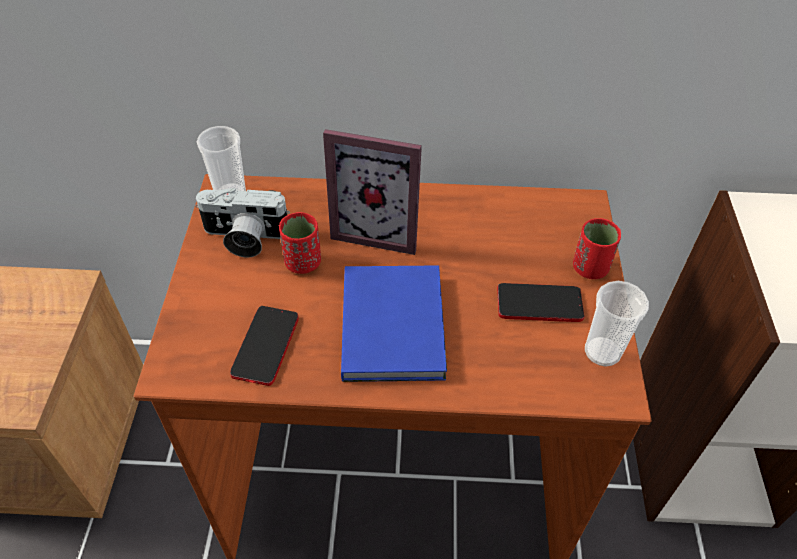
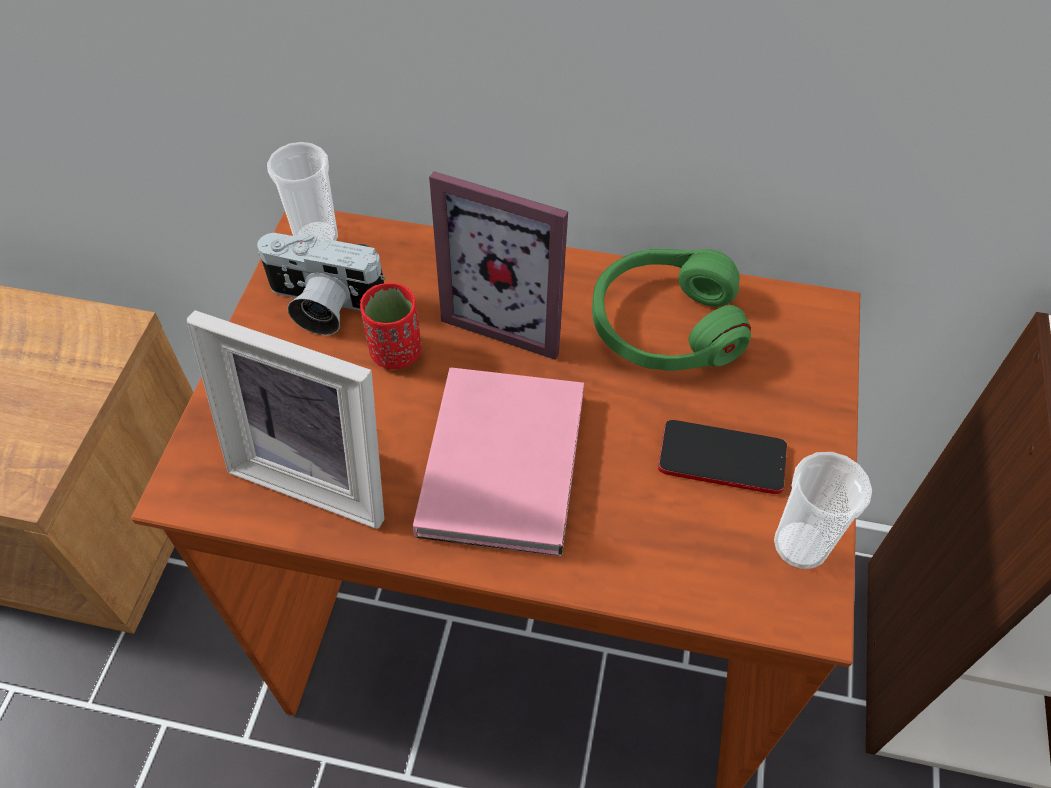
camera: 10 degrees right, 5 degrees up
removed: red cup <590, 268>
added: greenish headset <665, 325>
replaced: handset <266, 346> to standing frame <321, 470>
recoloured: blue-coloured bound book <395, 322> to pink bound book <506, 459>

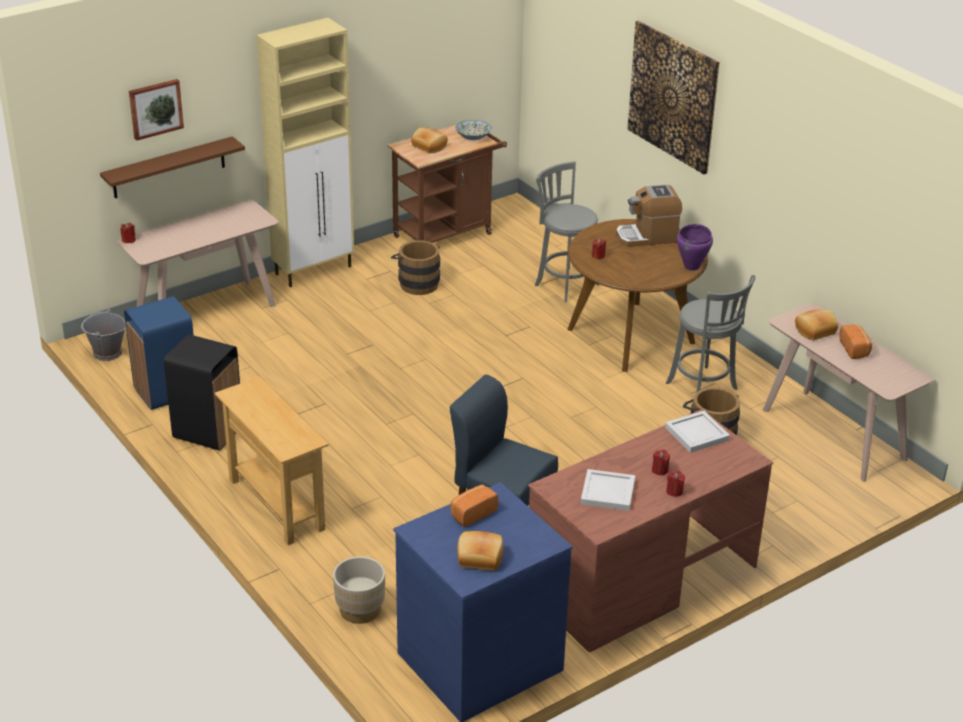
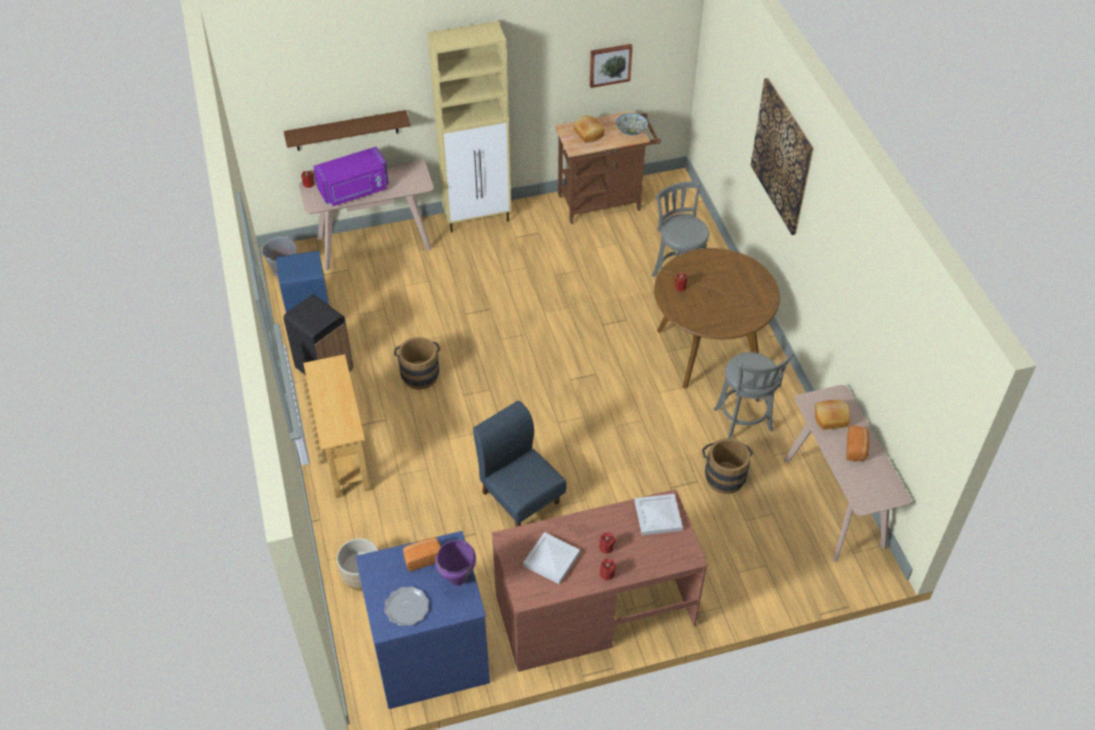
camera: 20 degrees right, 15 degrees up
removed: coffee brewer <647, 237>
added: purple microwave <354, 191>
moved: wall art <155, 108> to <610, 64>; brown-coloured water bucket <417, 283> to <419, 373>; purple saucepot <692, 266> to <458, 578>
replaced: bread <479, 558> to flat dish <406, 607>

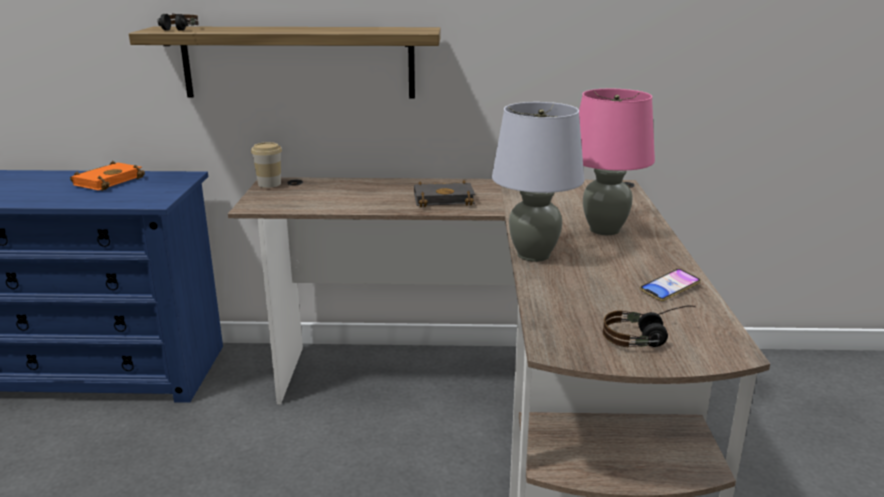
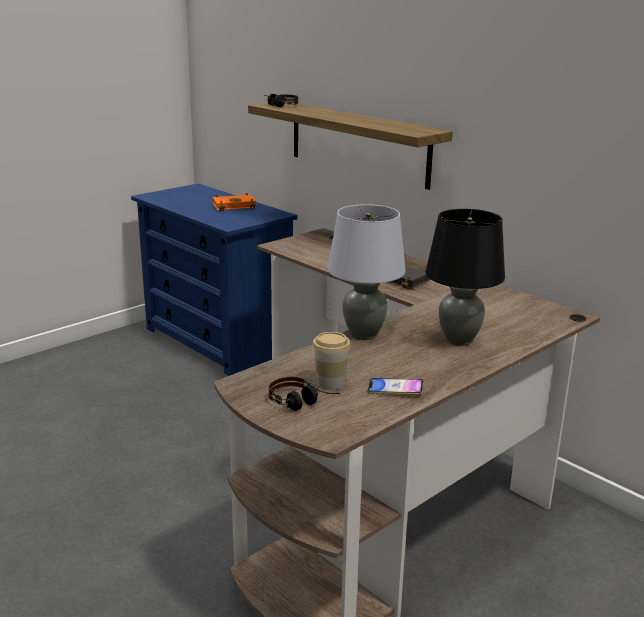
camera: 45 degrees right, 0 degrees up
moved: cup <269, 184> to <330, 383>
recoloured: pink table lamp <604, 230> to blackish table lamp <458, 339>

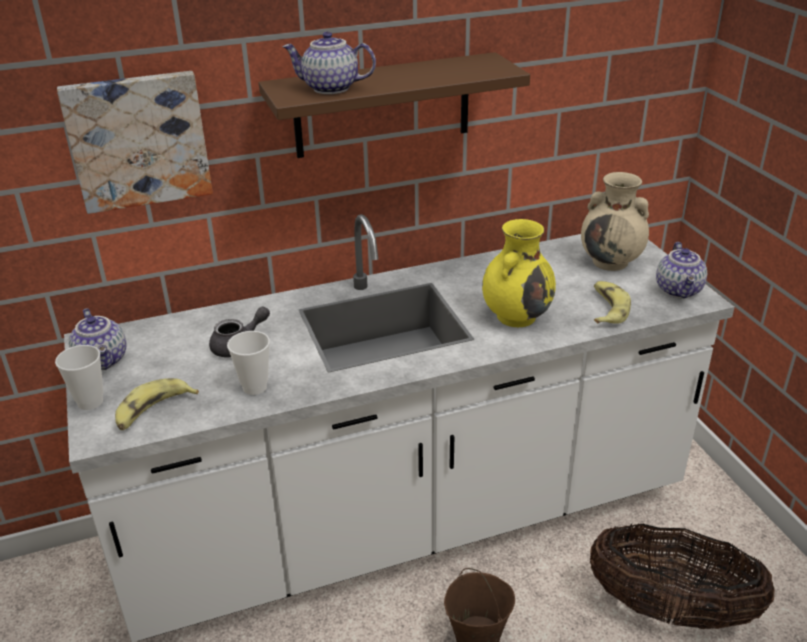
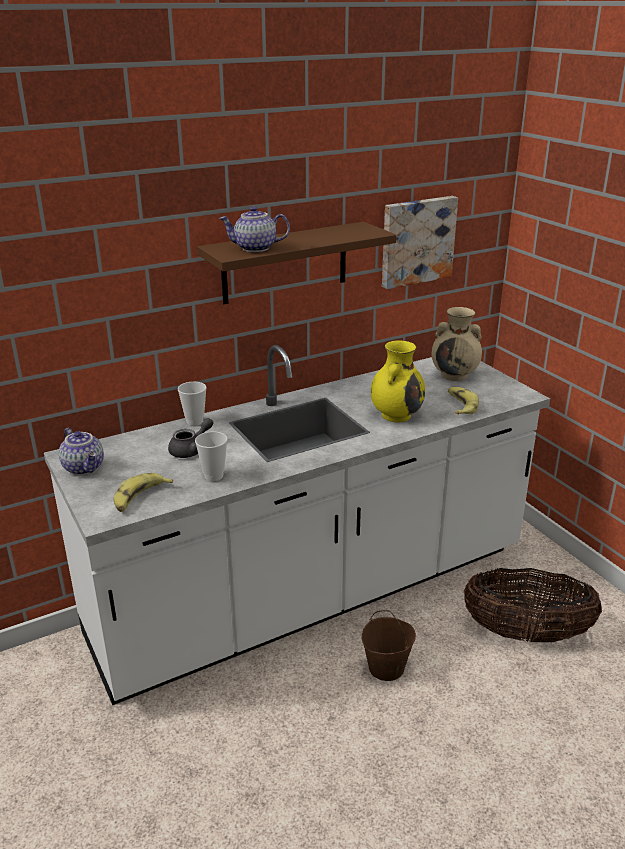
camera: 10 degrees left, 5 degrees down
removed: teapot <679, 290>
moved: cup <90, 402> to <195, 421>; wall art <138, 140> to <416, 241>

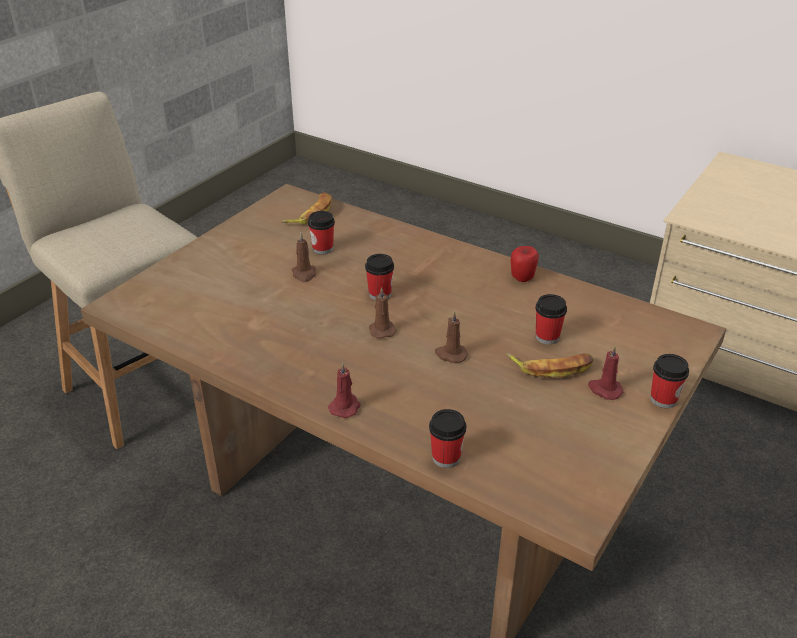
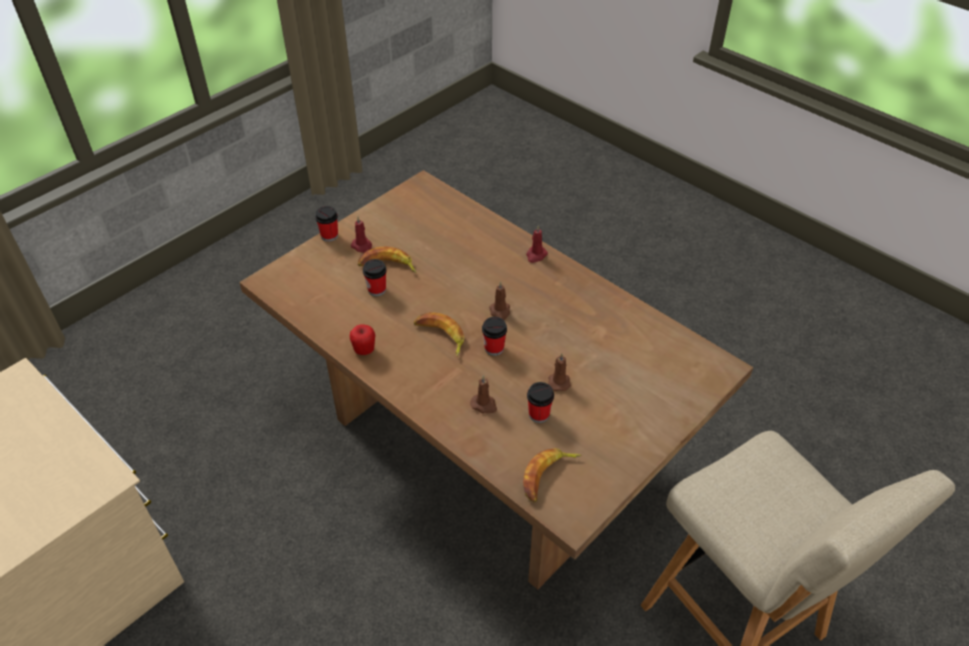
camera: 170 degrees left, 10 degrees up
removed: cup <446, 457>
added: banana <440, 336>
moved: brown-coloured wax light <450, 354> to <484, 405>

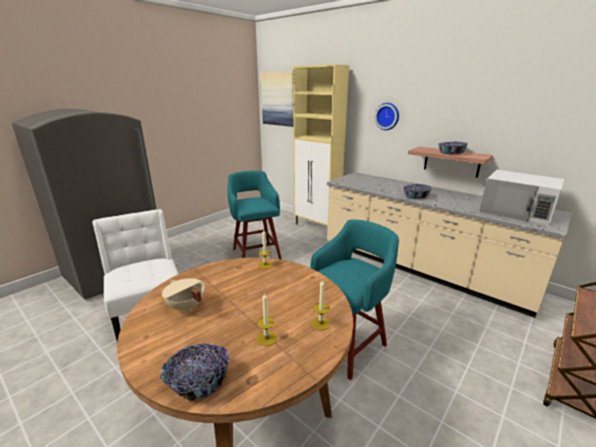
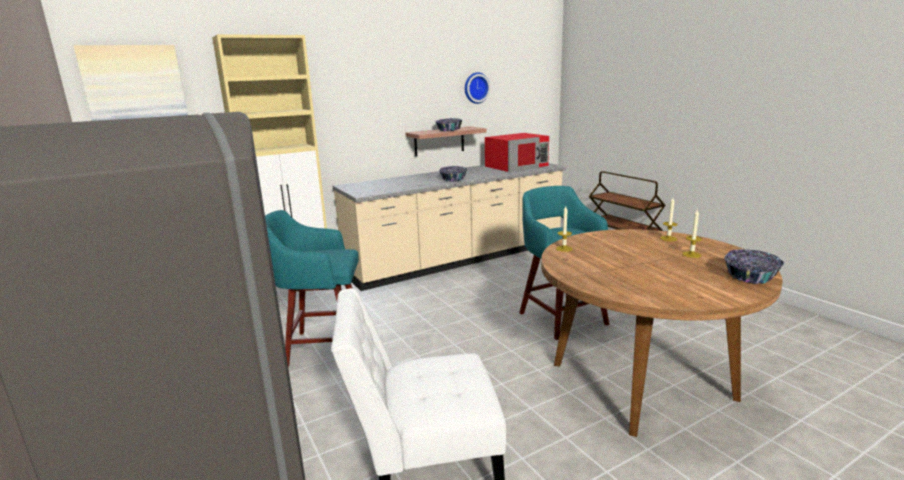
camera: 70 degrees left, 5 degrees down
removed: beige saucepot <186, 307>
moved: wall clock <387, 116> to <475, 88>
recoloured: white-coloured microwave <516, 211> to red microwave <517, 166>

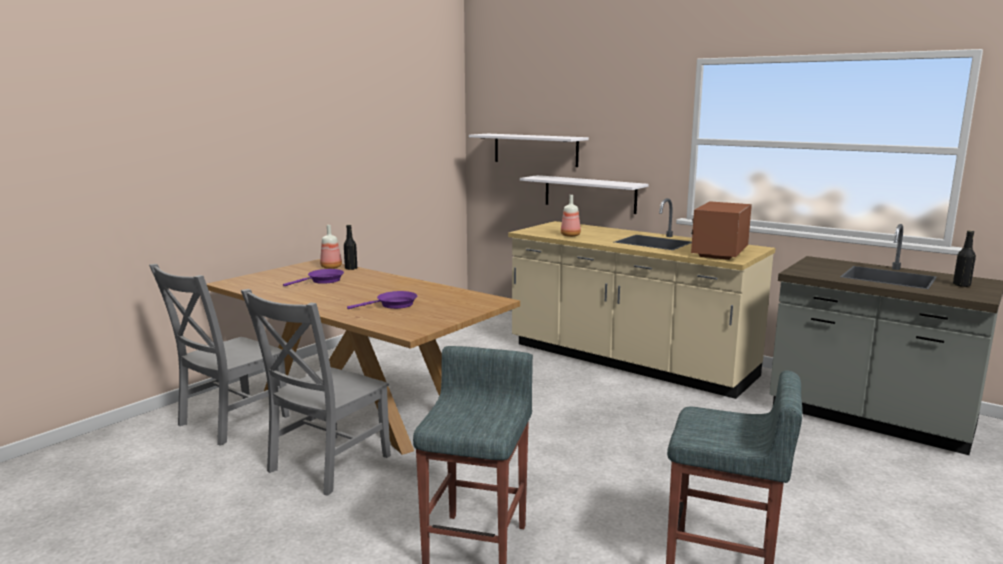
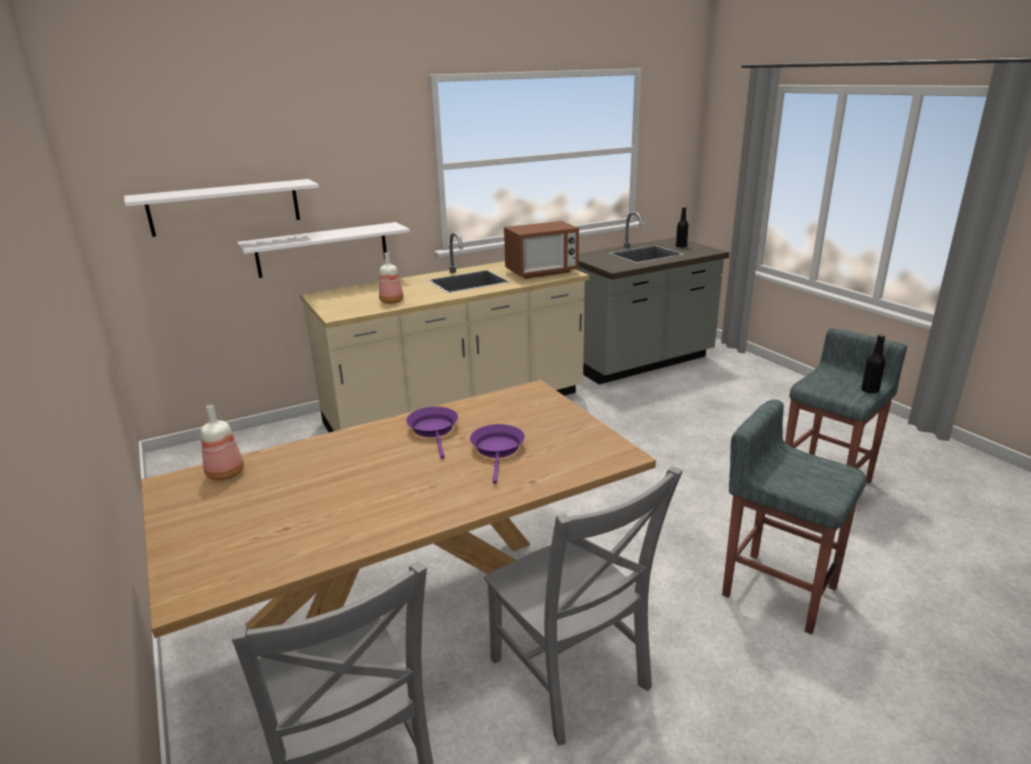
camera: 65 degrees left, 10 degrees up
moved: purple pan <323, 281> to <434, 430>; blackish beverage bottle <351, 268> to <869, 390>
turned: microwave <719, 253> = <541, 272> 75 degrees counterclockwise

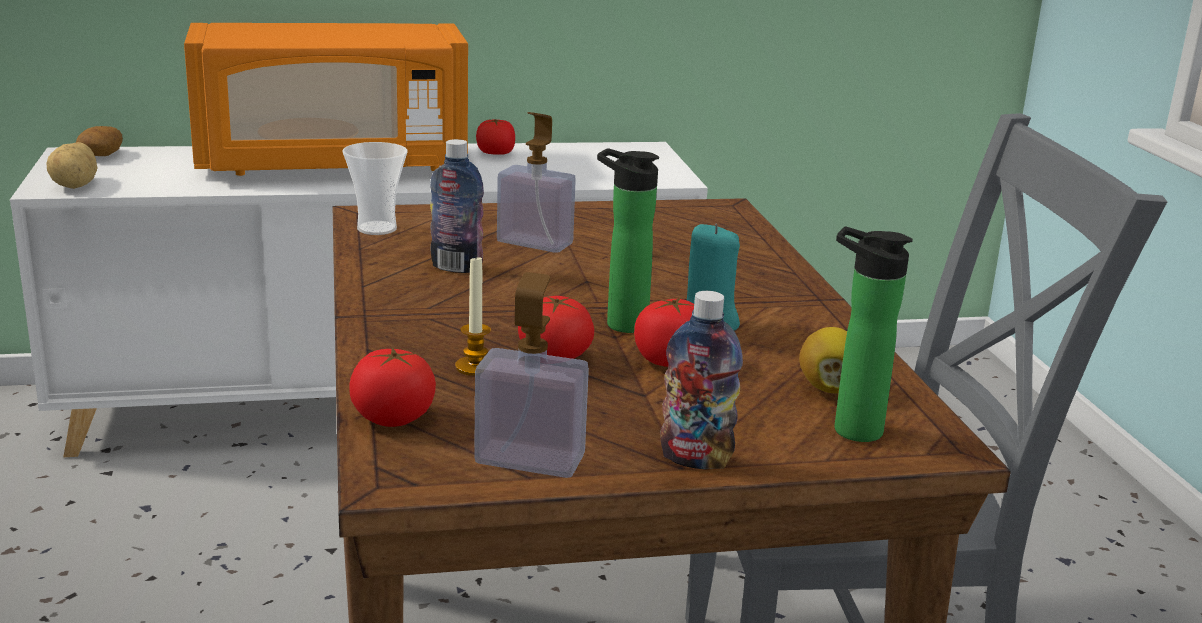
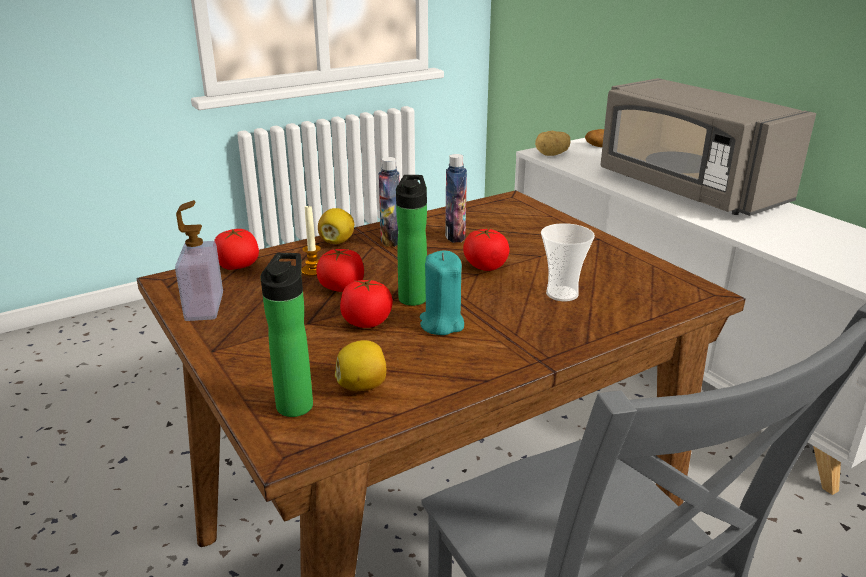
camera: 70 degrees right, 5 degrees up
removed: liquid soap bottle <535, 243>
added: lemon <337, 241>
moved: cup <377, 229> to <562, 294>; fresh tomato <495, 153> to <485, 266>; beverage bottle <695, 459> to <390, 240>
recoloured: orangey microwave <333, 165> to greyish microwave <687, 189>

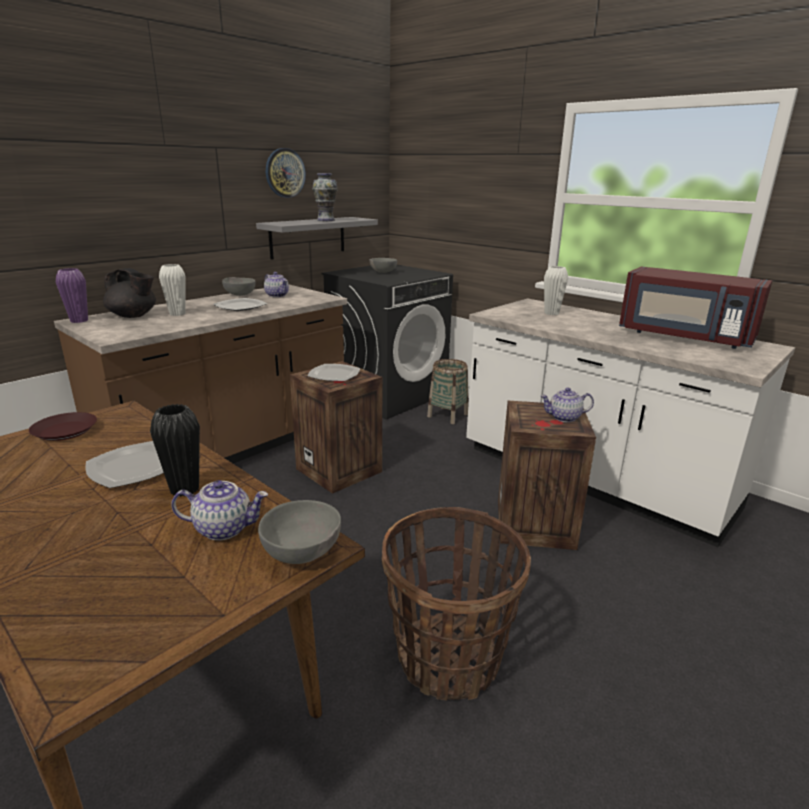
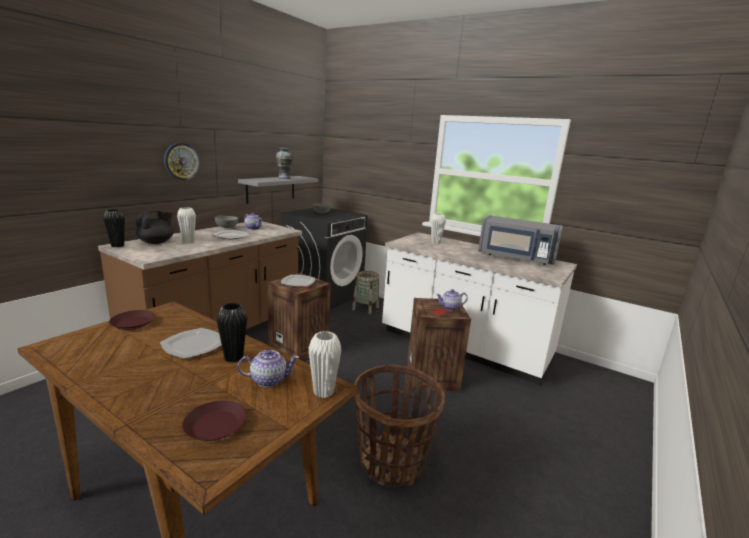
camera: 10 degrees left, 5 degrees down
added: brown-coloured flat dish <216, 425>
moved: wall clock <285, 173> to <181, 161>
replaced: greyish serving bowl <303, 554> to white-coloured vase <323, 392>
recoloured: purple vase <79, 321> to blackish vase <117, 245>; red microwave <684, 337> to greyish microwave <516, 258>
turned: blackish teapot <133, 316> = <156, 242> 75 degrees counterclockwise

